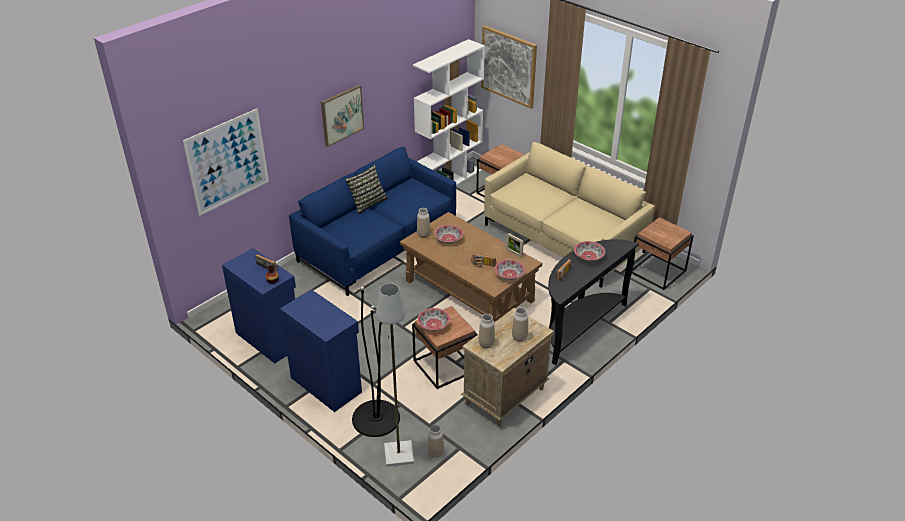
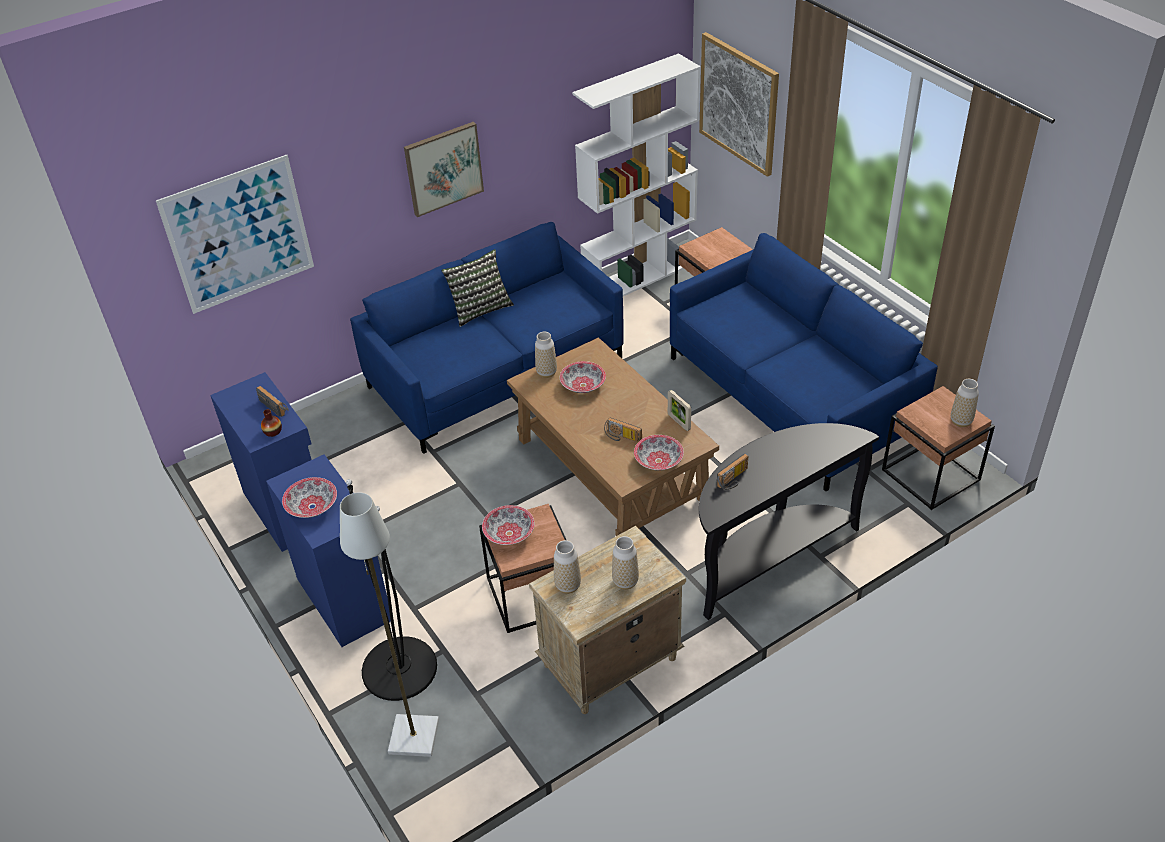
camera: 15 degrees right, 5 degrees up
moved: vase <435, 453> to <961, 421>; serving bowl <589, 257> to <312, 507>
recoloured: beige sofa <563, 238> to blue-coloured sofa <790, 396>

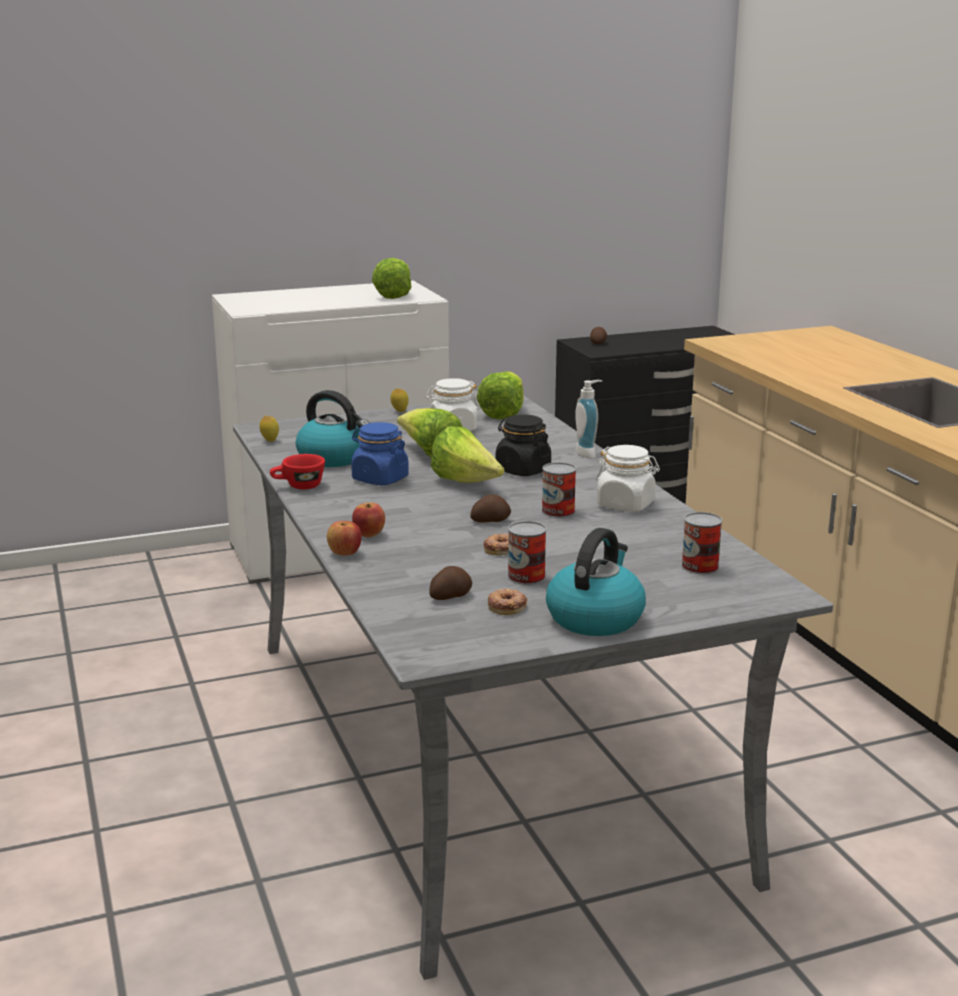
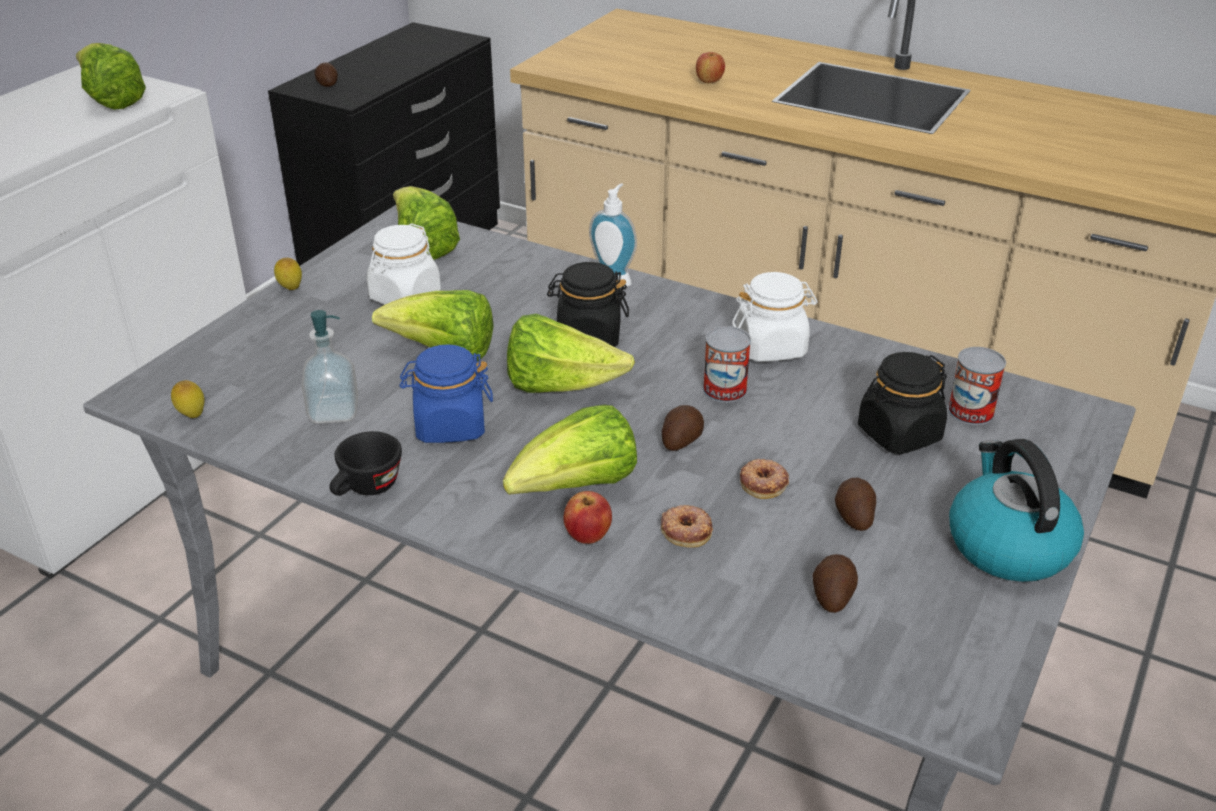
camera: 40 degrees left, 15 degrees up
added: lettuce head <576, 488>; blackish storage jar <898, 434>
moved: apple fruit <345, 553> to <709, 81>; donut <507, 606> to <686, 530>
replaced: kettle <334, 458> to liquid soap bottle <334, 412>; sealed can <526, 577> to whole potato <853, 516>
recoloured: red cup <298, 486> to blackish cup <366, 489>

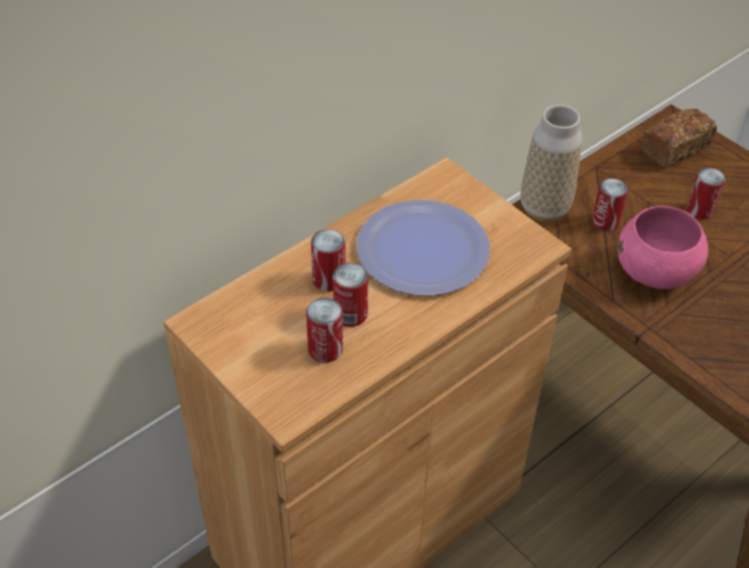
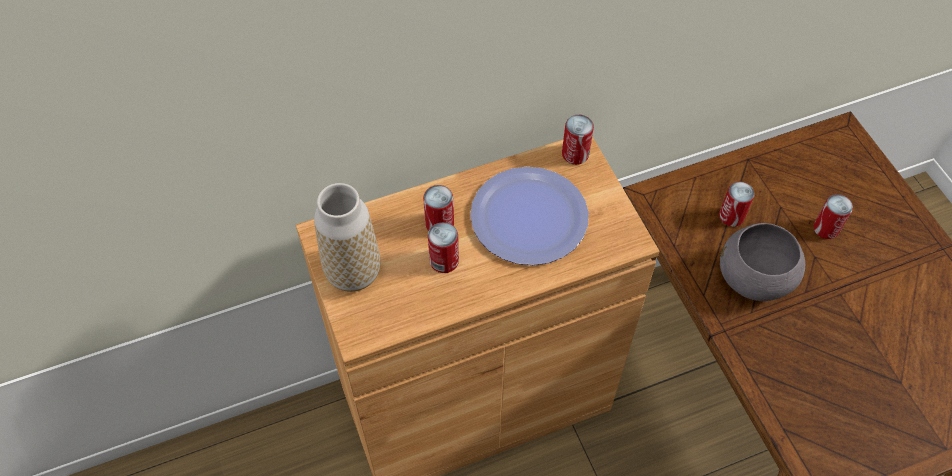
camera: 20 degrees right, 10 degrees up
removed: bread <675, 148>
moved: sealed can <325, 349> to <575, 154>; vase <544, 209> to <353, 273>
recoloured: pink serving bowl <655, 273> to greyish serving bowl <754, 279>

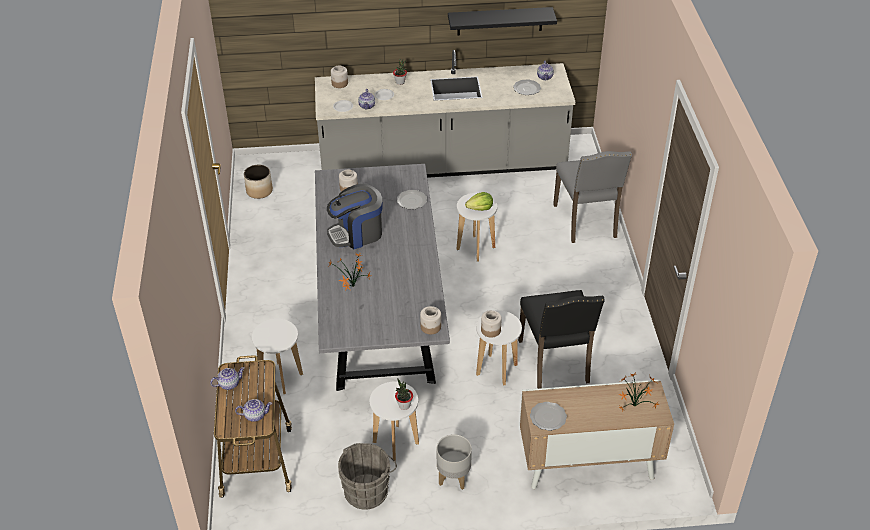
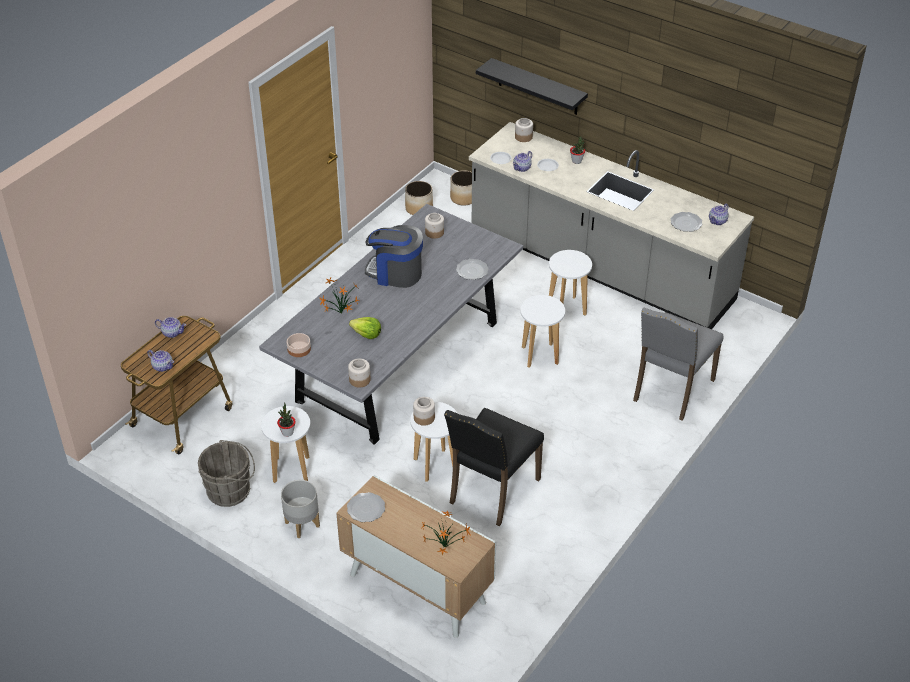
camera: 40 degrees right, 0 degrees up
added: serving bowl <298, 349>; flower pot <463, 198>
moved: white-coloured stool seat <281, 378> to <566, 309>; blackish shelf <499, 21> to <538, 87>; lettuce head <480, 208> to <366, 334>

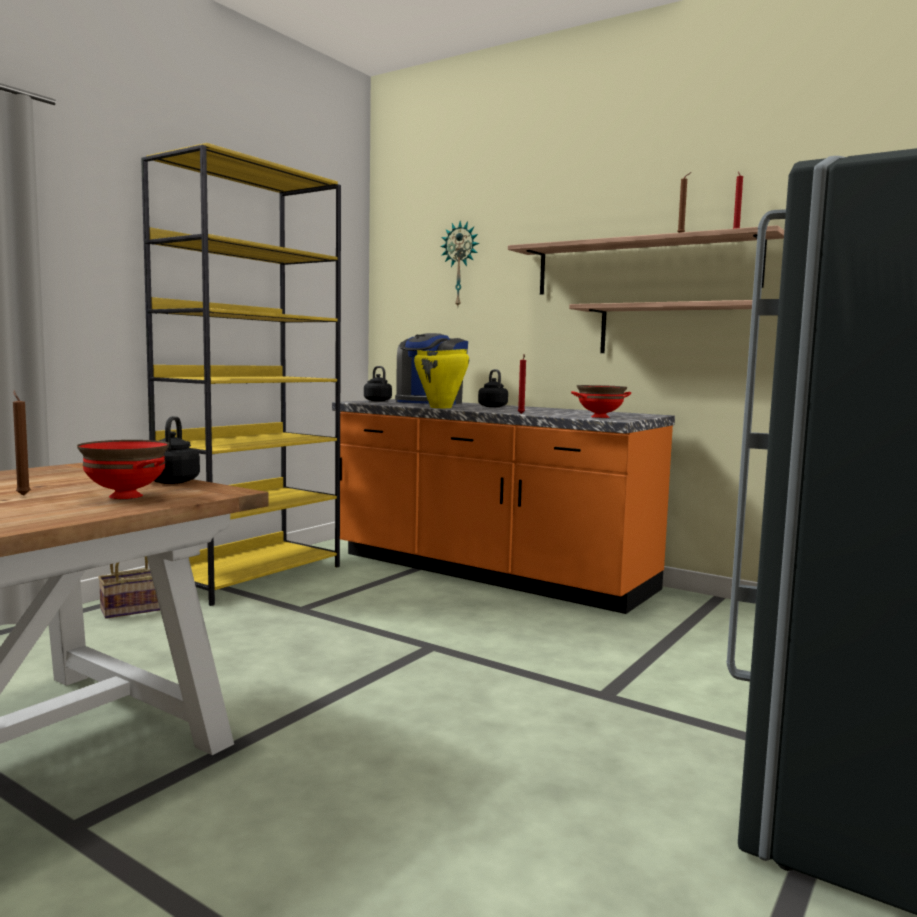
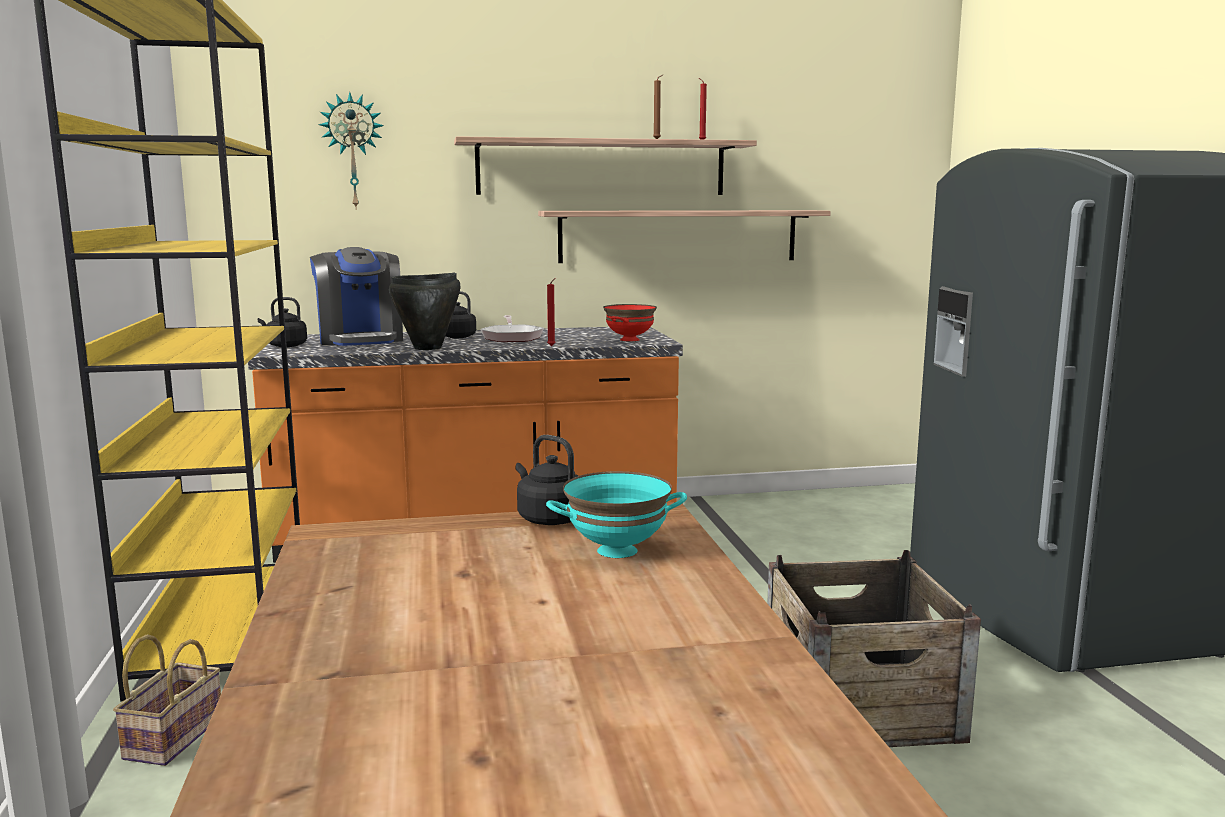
camera: 45 degrees left, 5 degrees up
removed: brown-coloured wax light <22, 495>
added: pan <512, 337>; shipping crate <860, 703>
recoloured: red serving bowl <126, 496> to turquoise serving bowl <617, 550>; yellow-coloured saucepot <441, 407> to blackish saucepot <428, 348>

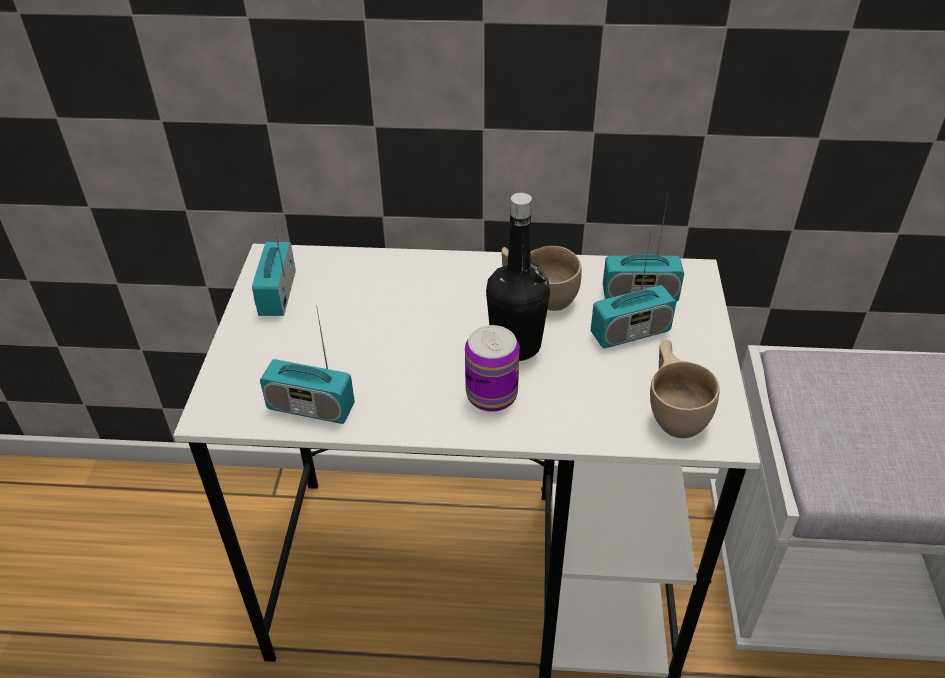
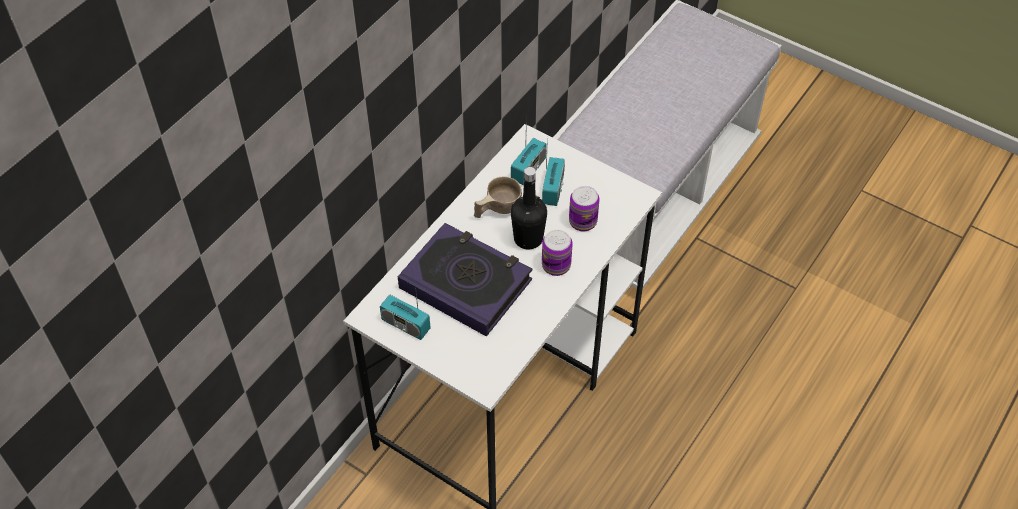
camera: 60 degrees left, 10 degrees up
removed: radio <311, 408>; beige cup <675, 410>
added: bound book <466, 284>; sealed can <583, 221>

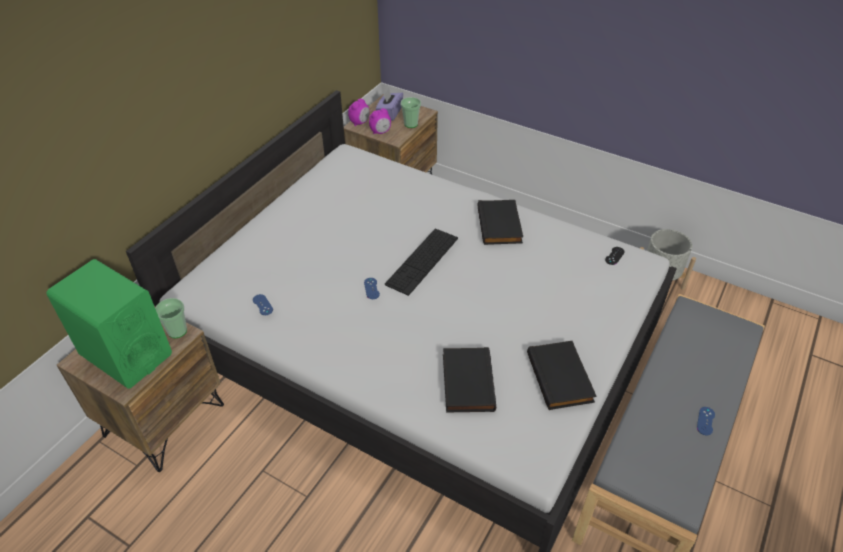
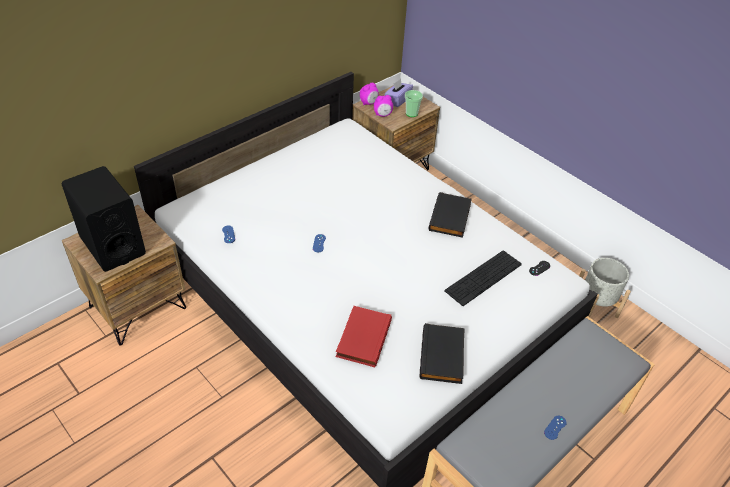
camera: 15 degrees right, 0 degrees up
removed: cup <177, 331>
moved: computer keyboard <422, 261> to <483, 277>
recoloured: greenish loudspeaker <126, 354> to blackish loudspeaker <112, 245>; blackish bound book <466, 382> to red bound book <362, 337>

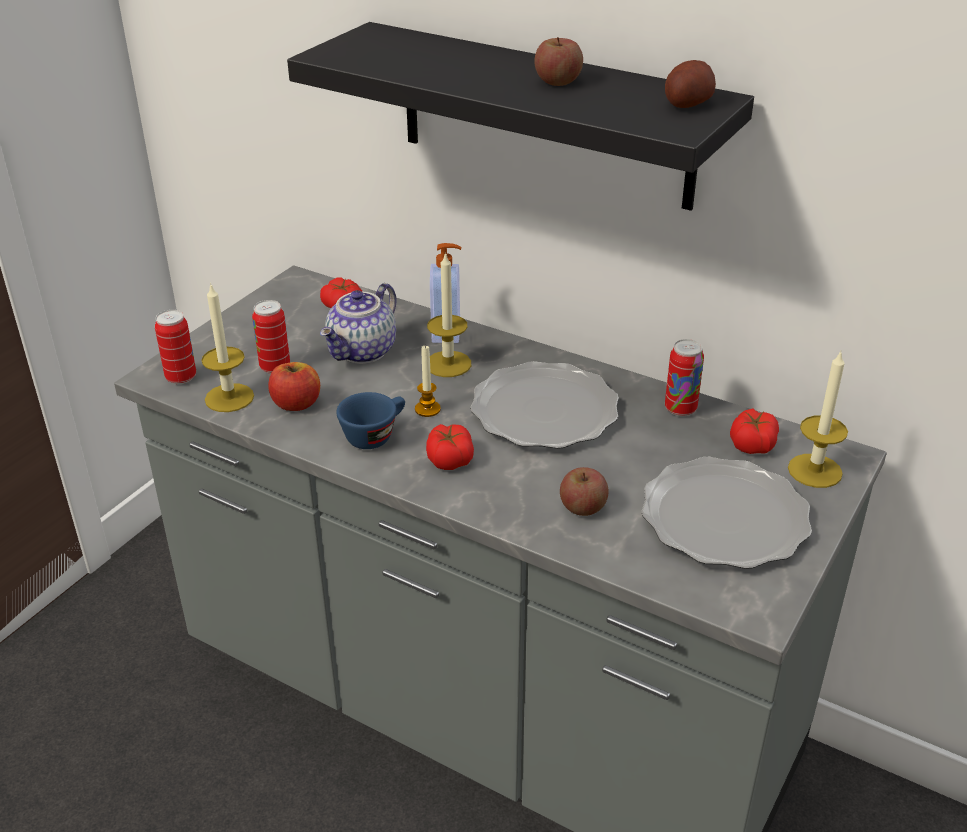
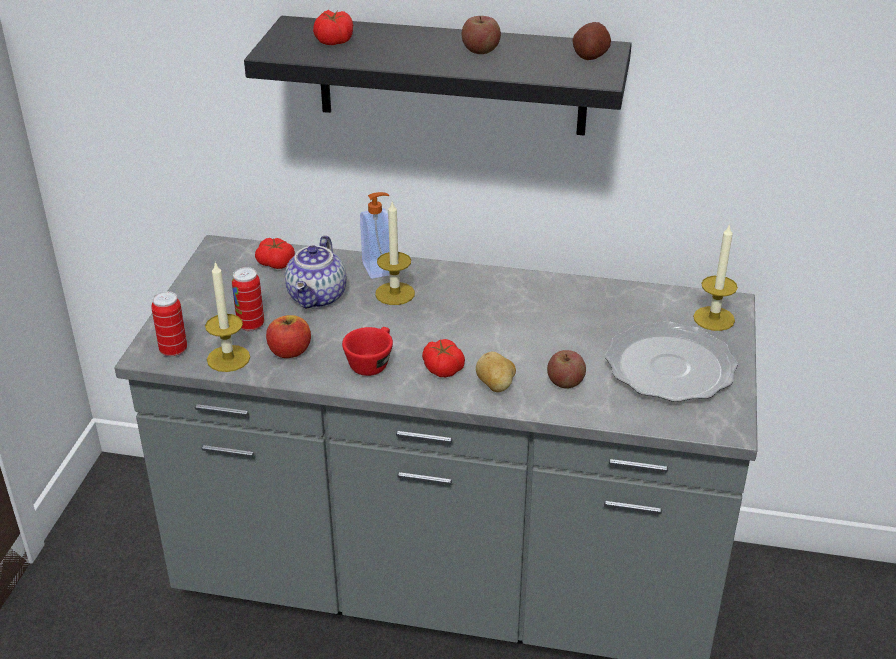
camera: 20 degrees left, 0 degrees up
removed: wax light <427, 409>; flat dish <544, 411>; sealed can <680, 409>
added: whole potato <496, 386>
moved: fresh tomato <752, 443> to <334, 40>
recoloured: blue-coloured cup <375, 435> to red cup <371, 362>

